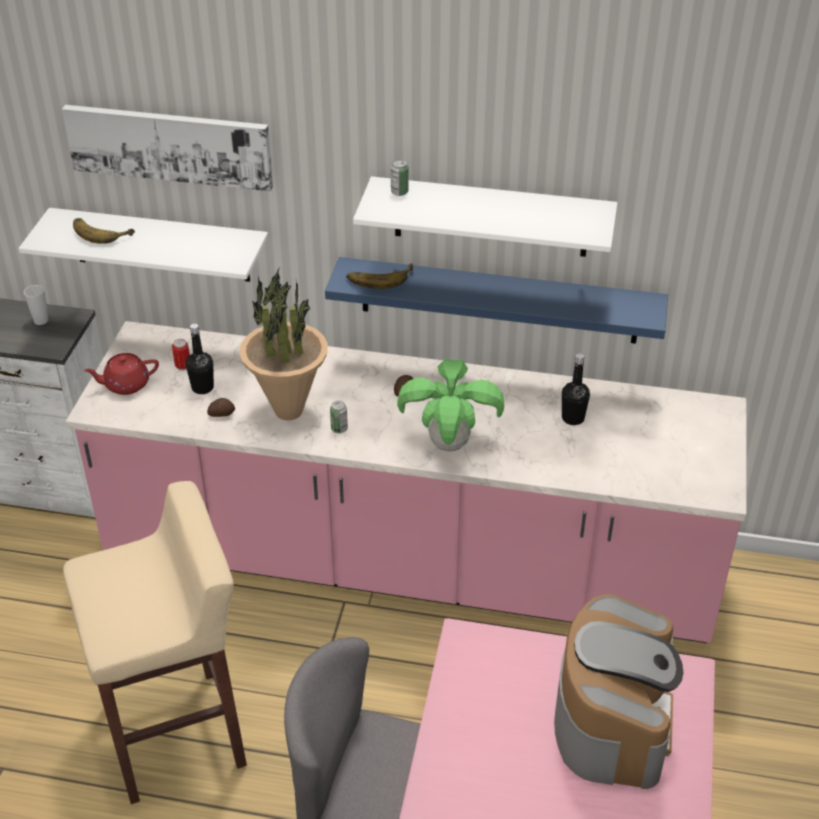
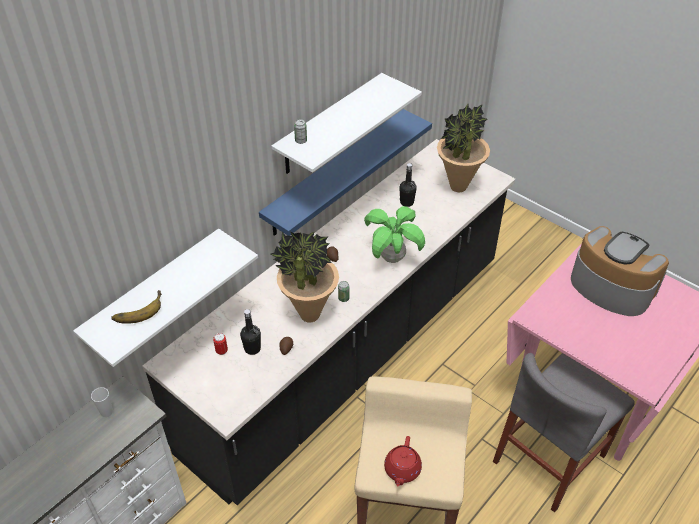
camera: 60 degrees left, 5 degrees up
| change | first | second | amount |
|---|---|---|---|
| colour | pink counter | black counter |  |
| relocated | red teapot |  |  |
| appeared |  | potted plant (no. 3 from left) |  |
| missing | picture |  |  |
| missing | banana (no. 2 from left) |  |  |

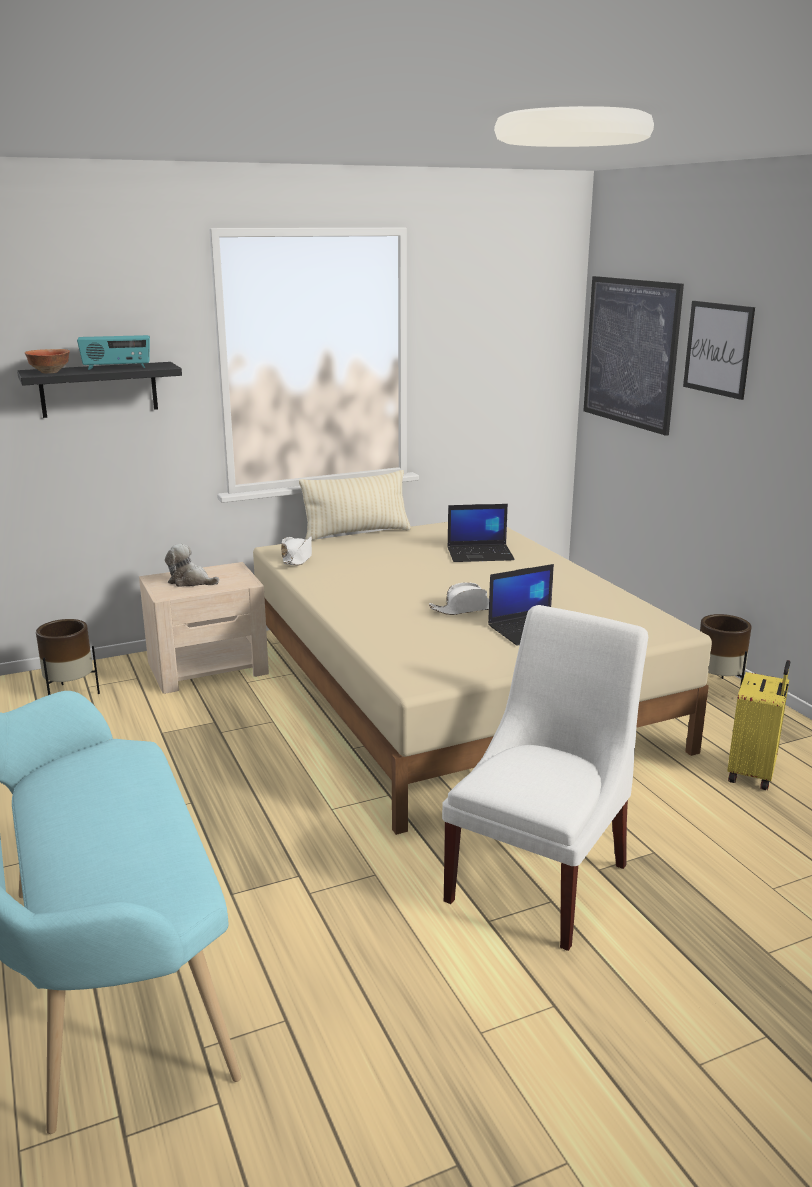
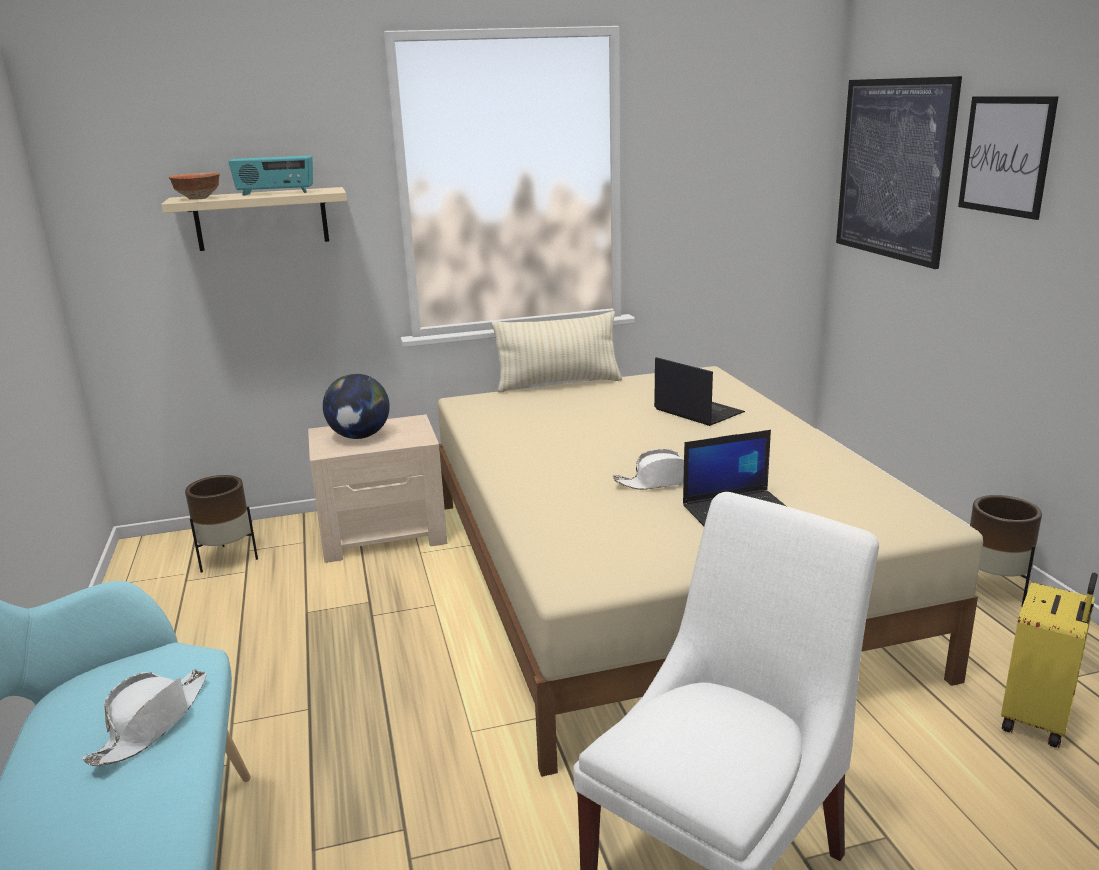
camera: 10 degrees right, 0 degrees up
| change | first | second | amount |
|---|---|---|---|
| relocated | white hat (no. 1 from left) |  |  |
| colour | black shelf | beige shelf |  |
| exchanged | plush toy | globe |  |
| spun | laptop (no. 1 from left) |  | 135 degrees counterclockwise |

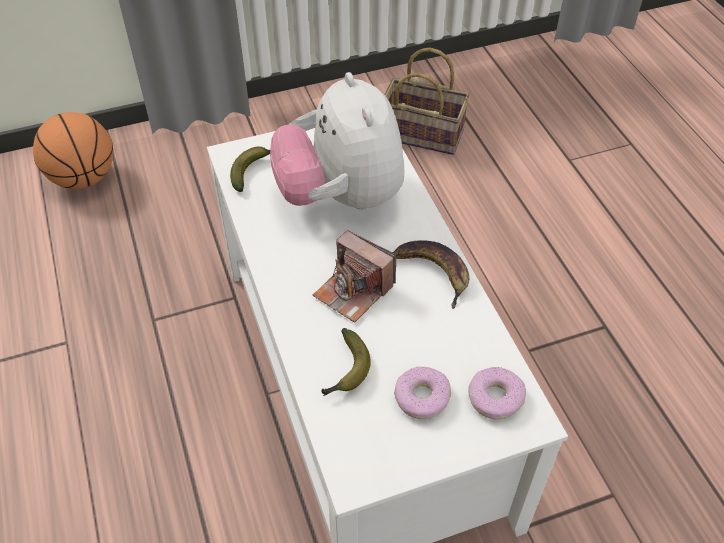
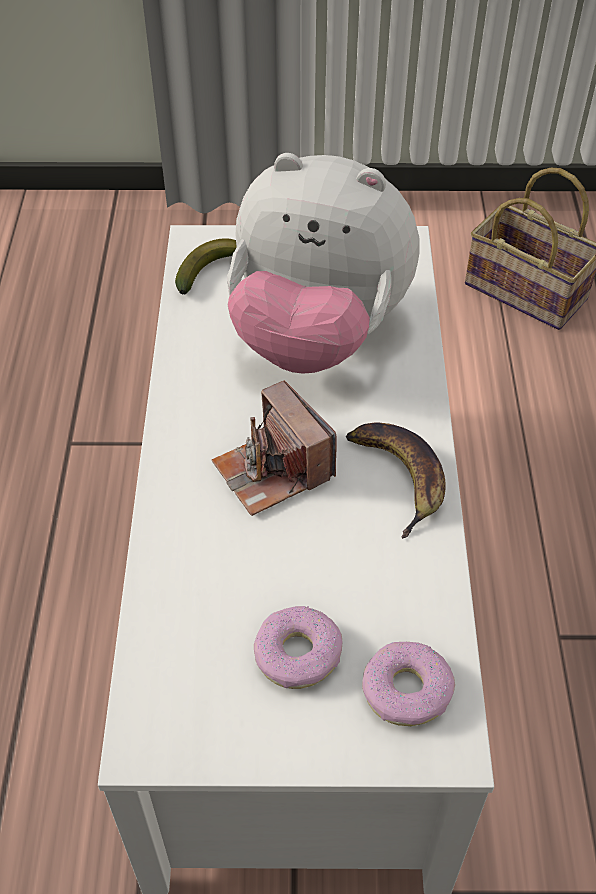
camera: 20 degrees right, 0 degrees up
| change | first | second | amount |
|---|---|---|---|
| spun | plush toy |  | 75 degrees counterclockwise |
| missing | basketball |  |  |
| missing | banana (no. 2 from left) |  |  |

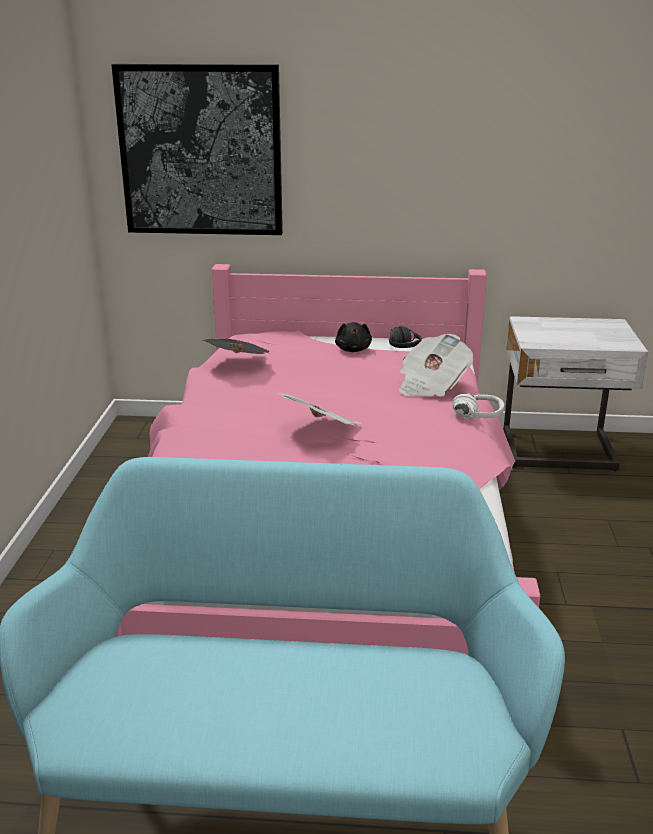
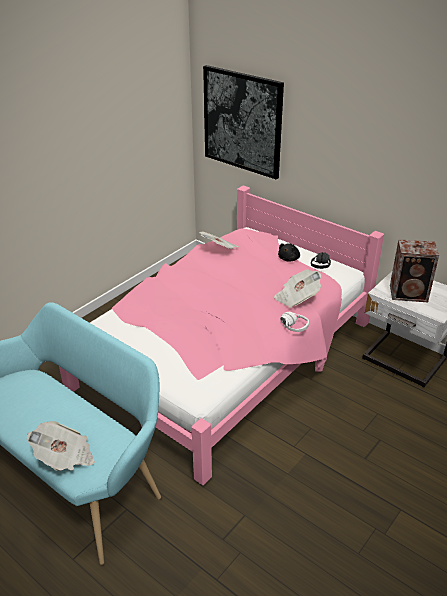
camera: 35 degrees right, 10 degrees up
| change | first | second | amount |
|---|---|---|---|
| relocated | newspaper (no. 2 from left in the first image) | newspaper (no. 1 from left) |  |
| appeared |  | speaker |  |

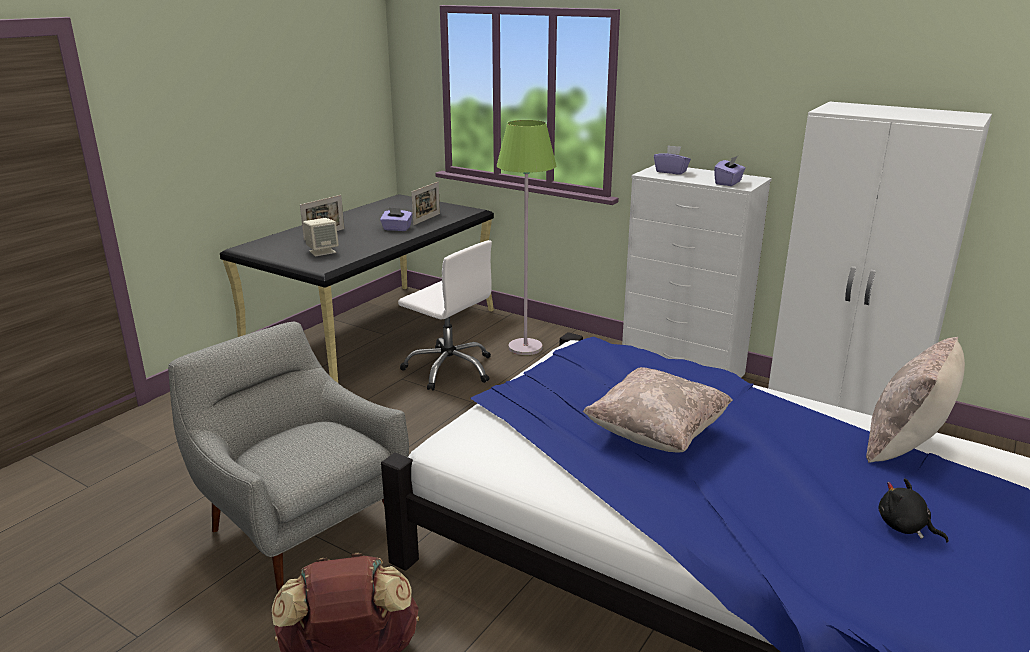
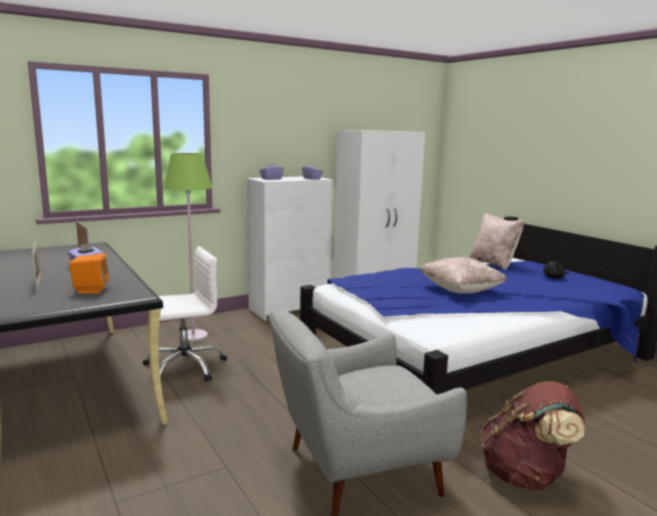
camera: 65 degrees left, 10 degrees down
| change | first | second | amount |
|---|---|---|---|
| colour | beige speaker | orange speaker |  |

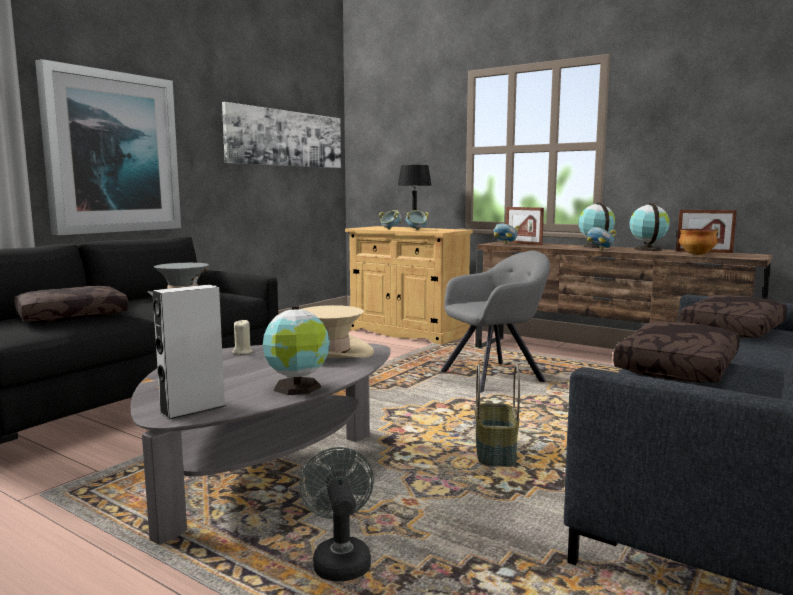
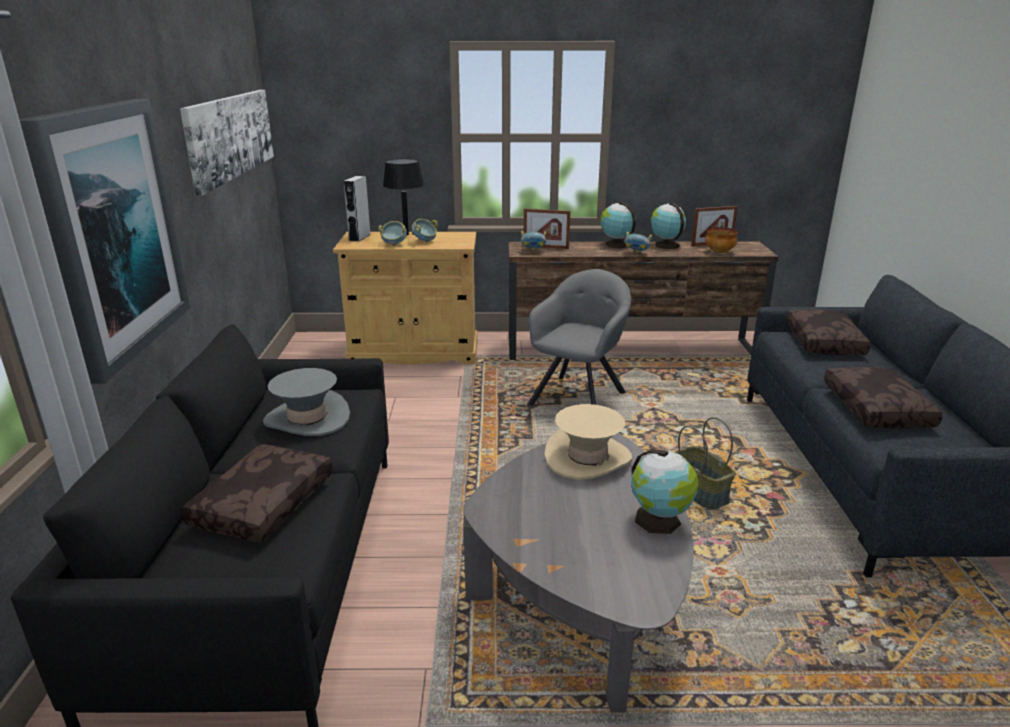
camera: 35 degrees left, 15 degrees up
| change | first | second | amount |
|---|---|---|---|
| relocated | grey speaker |  |  |
| missing | beige candle |  |  |
| missing | grey fan |  |  |

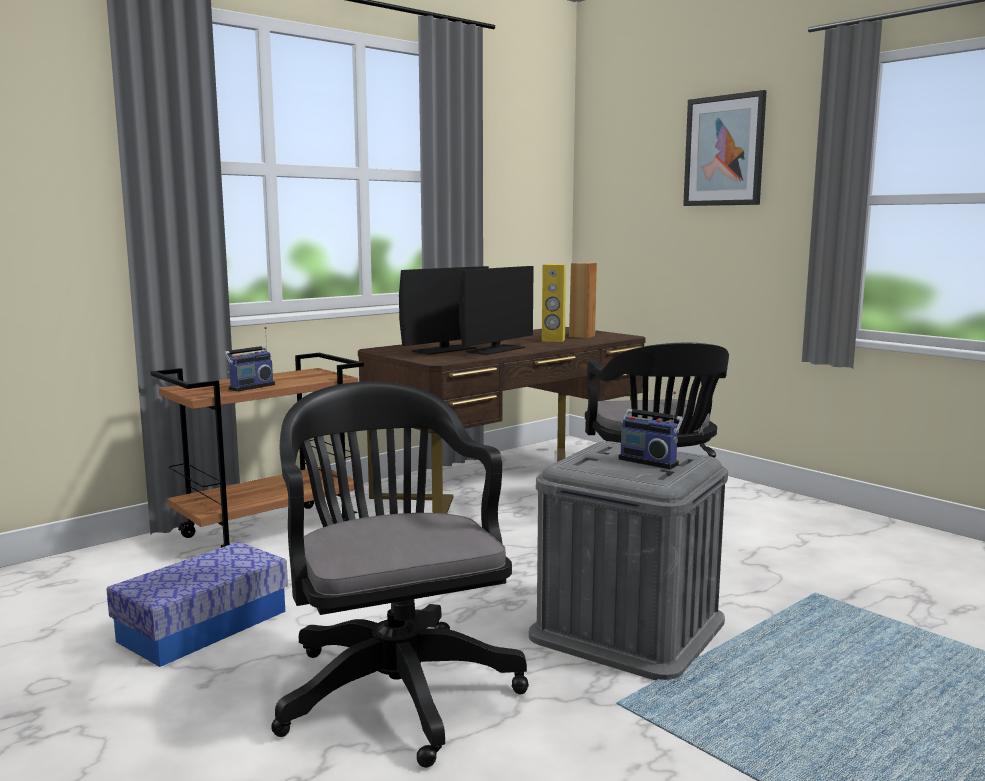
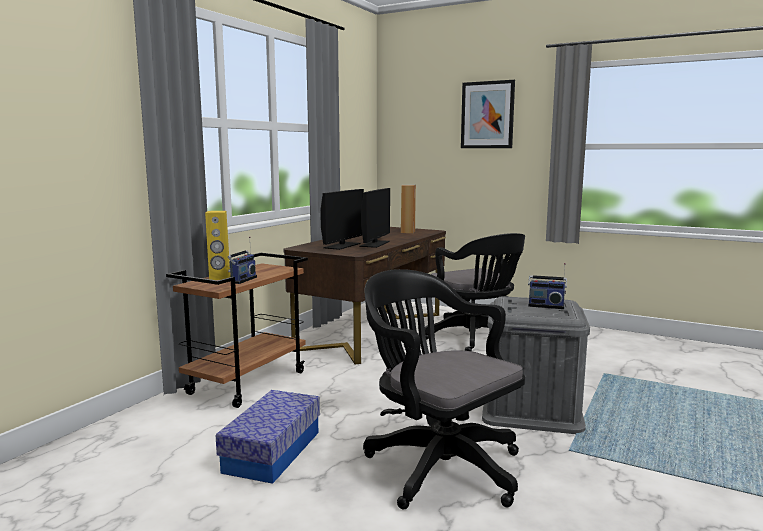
camera: 20 degrees left, 0 degrees up
| change | first | second | amount |
|---|---|---|---|
| relocated | yellow speaker |  |  |

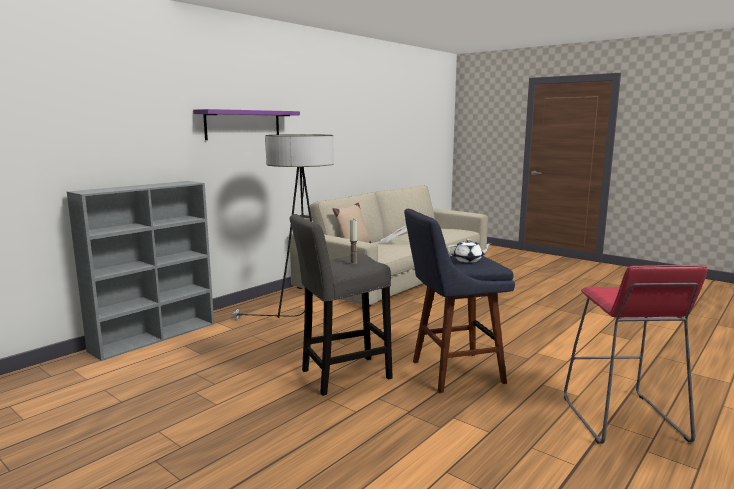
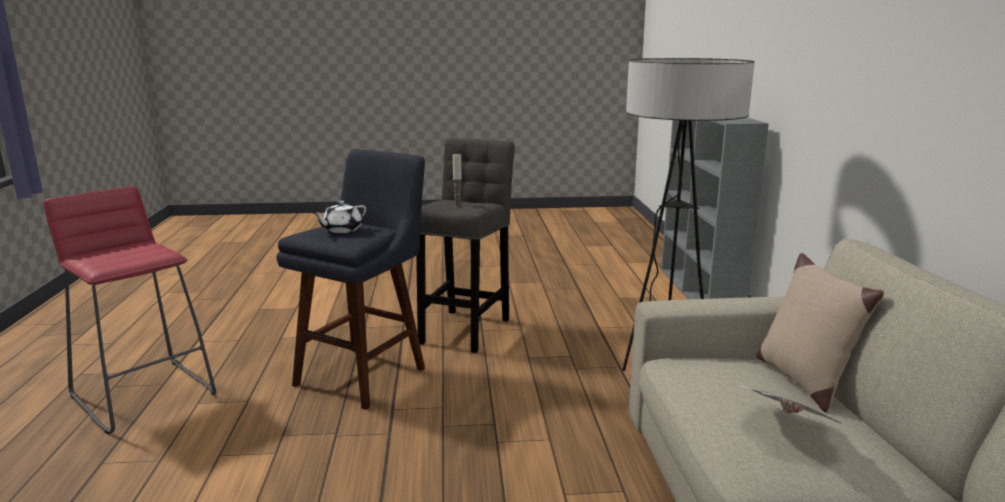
camera: 135 degrees right, 5 degrees up
| change | first | second | amount |
|---|---|---|---|
| missing | purple shelf |  |  |

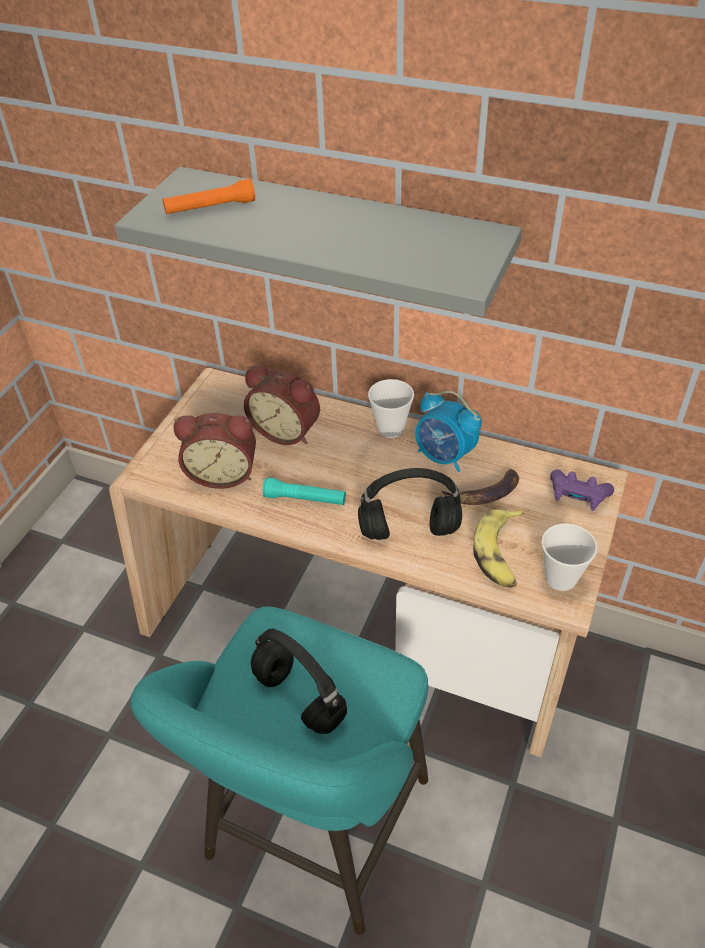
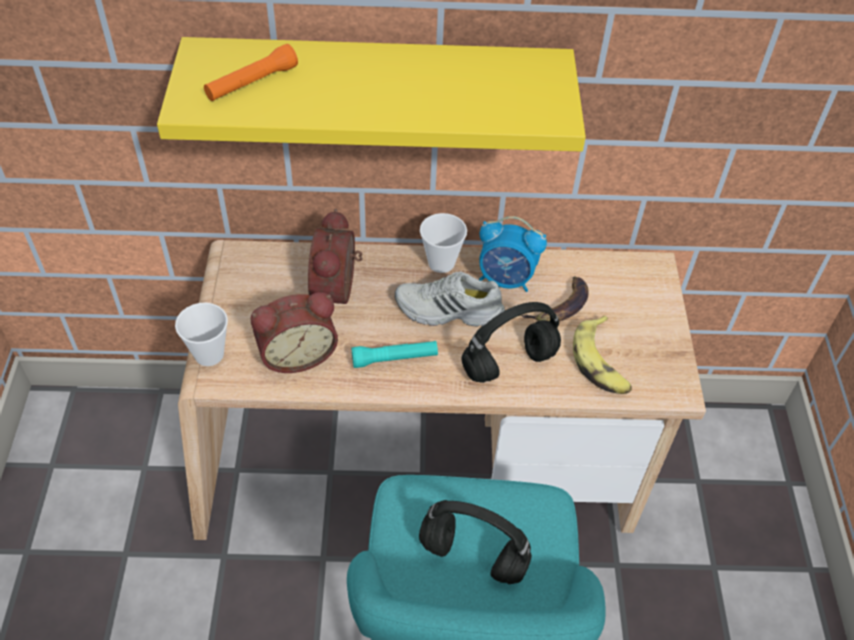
camera: 25 degrees left, 5 degrees up
| change | first | second | amount |
|---|---|---|---|
| colour | grey shelf | yellow shelf |  |
| relocated | cup (no. 2 from left in the first image) | cup (no. 1 from left) |  |
| spun | alarm clock (no. 2 from left) |  | 90 degrees clockwise |
| appeared |  | white shoe |  |
| missing | purple game controller |  |  |

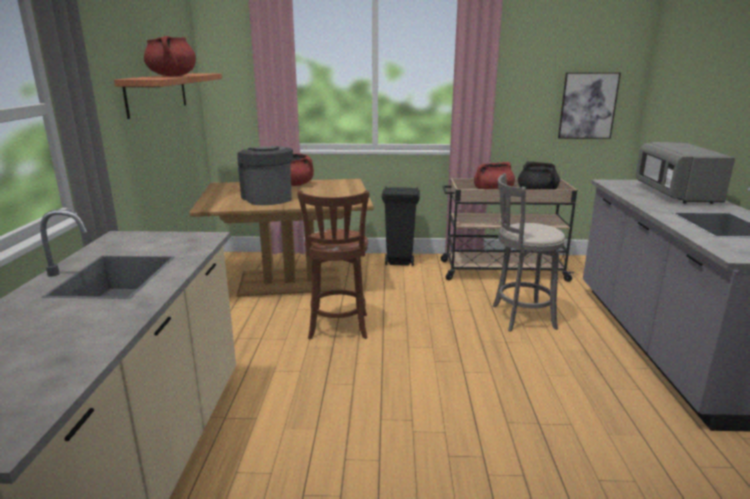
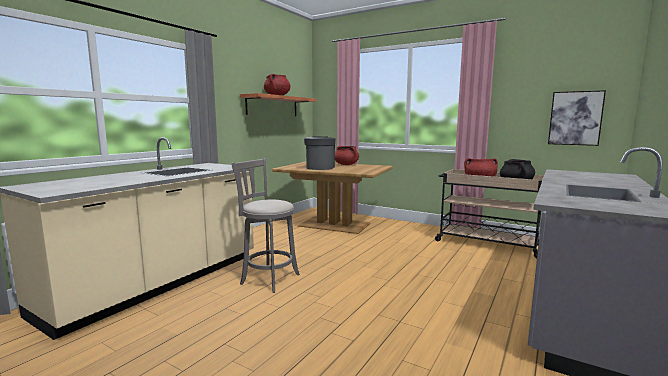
camera: 30 degrees right, 10 degrees down
| change | first | second | amount |
|---|---|---|---|
| relocated | grey stool |  |  |
| missing | brown stool |  |  |
| missing | black trash can |  |  |
| missing | grey microwave |  |  |

